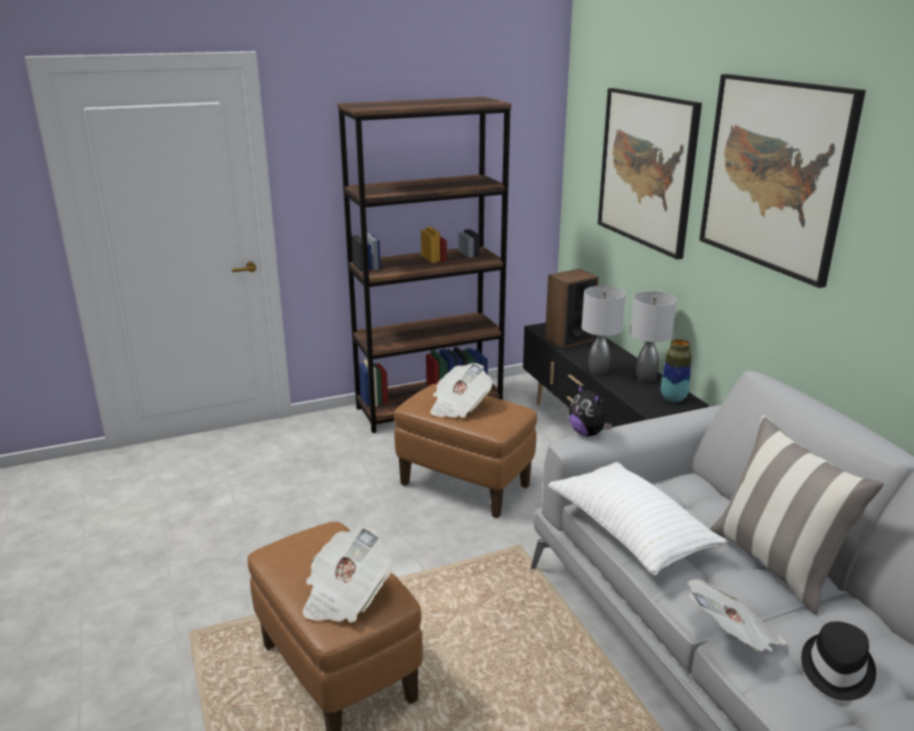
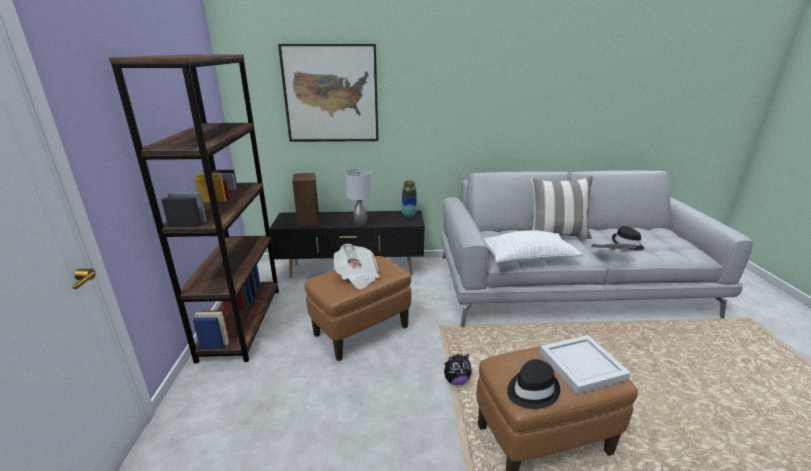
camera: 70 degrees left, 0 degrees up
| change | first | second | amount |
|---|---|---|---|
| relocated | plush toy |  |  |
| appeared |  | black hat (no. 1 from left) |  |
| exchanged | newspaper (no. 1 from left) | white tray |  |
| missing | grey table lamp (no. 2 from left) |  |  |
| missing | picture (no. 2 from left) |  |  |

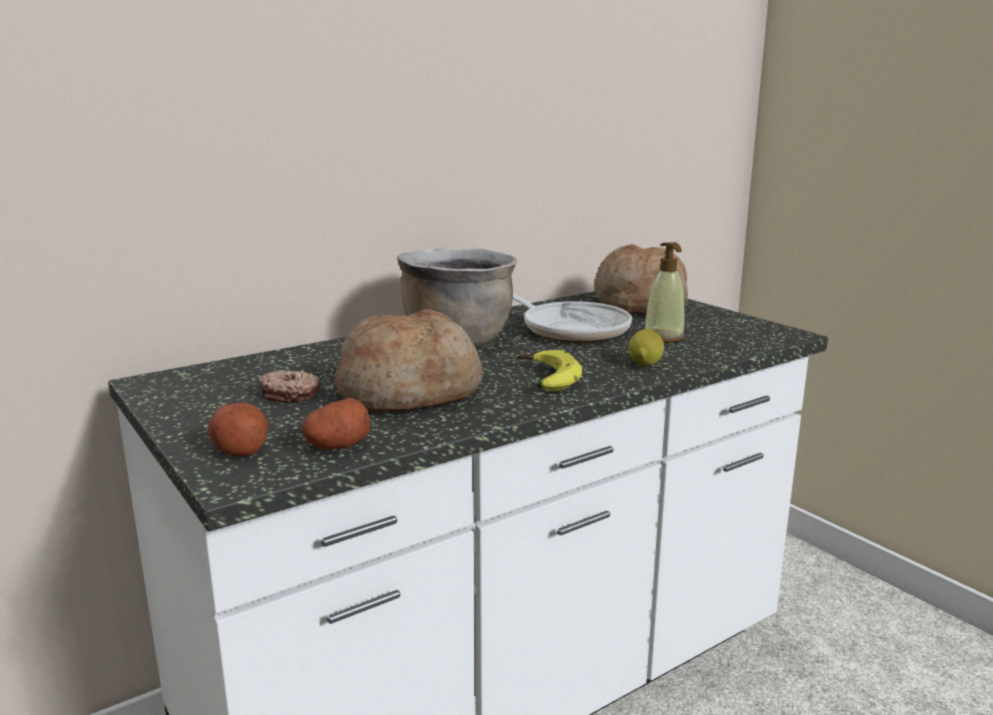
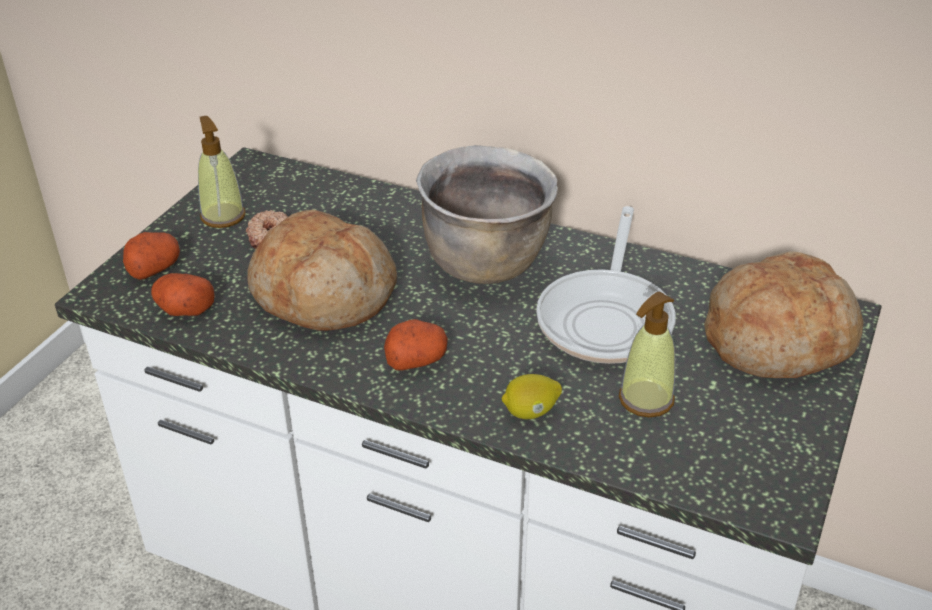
camera: 60 degrees right, 20 degrees up
| change | first | second | amount |
|---|---|---|---|
| appeared |  | soap dispenser (no. 1 from left) |  |
| exchanged | banana | potato (no. 3 from left) |  |

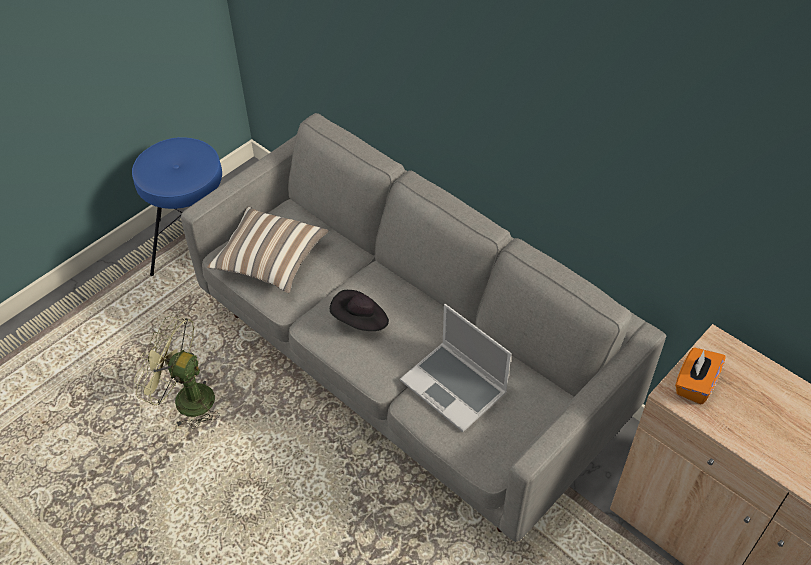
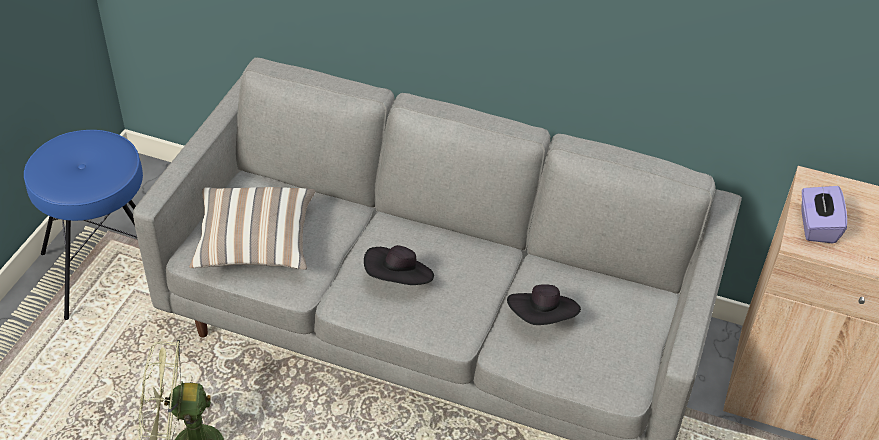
camera: 25 degrees left, 5 degrees down
| change | first | second | amount |
|---|---|---|---|
| exchanged | laptop | black hat (no. 2 from left) |  |
| colour | orange tissue box | purple tissue box |  |

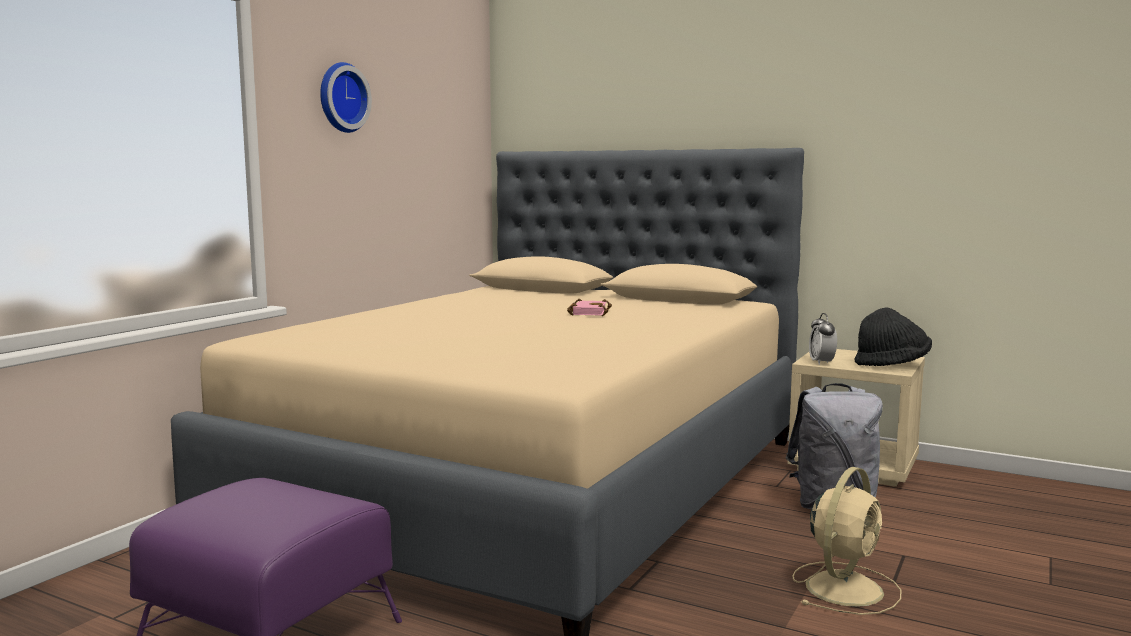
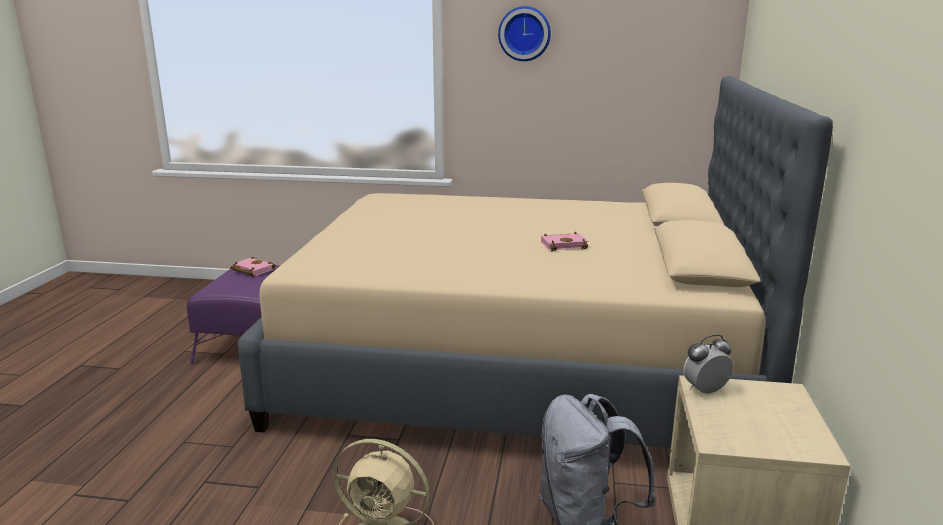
camera: 70 degrees right, 10 degrees up
| change | first | second | amount |
|---|---|---|---|
| appeared |  | pink book (no. 1 from left) |  |
| missing | black hat |  |  |

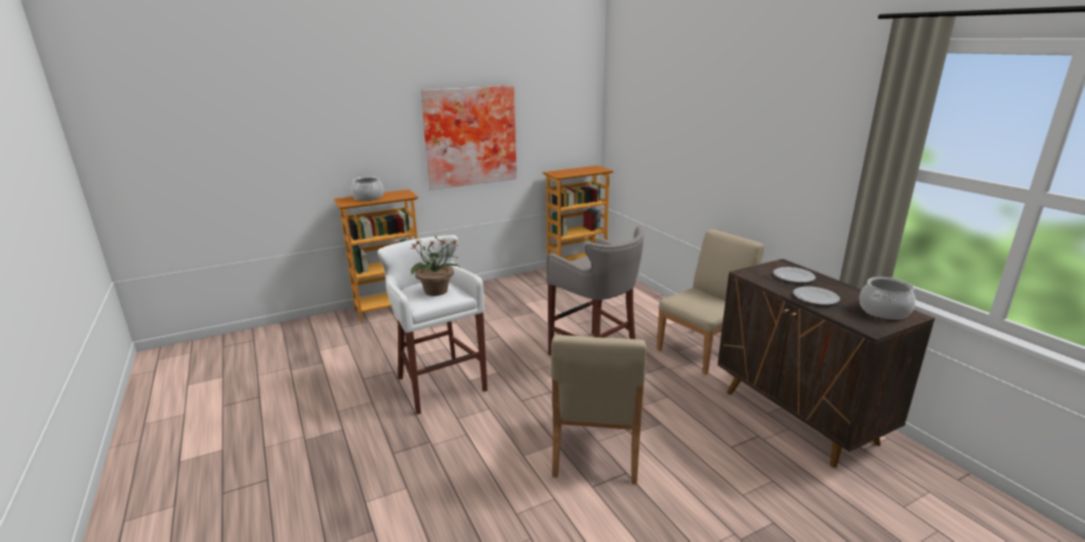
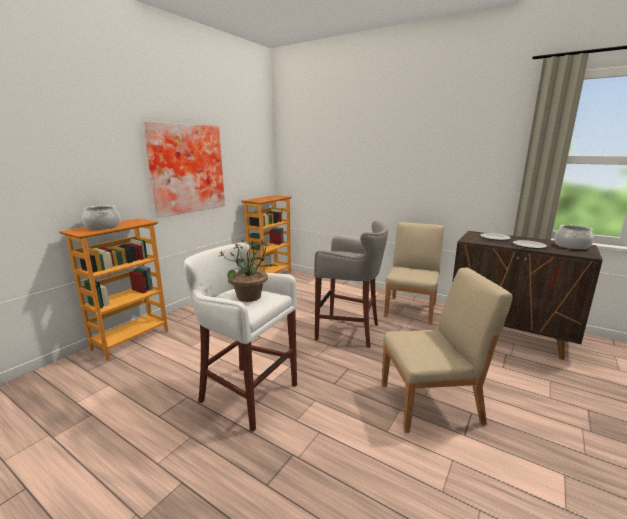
camera: 30 degrees left, 5 degrees down
| change | first | second | amount |
|---|---|---|---|
| spun | beige chair (no. 1 from left in the first image) | beige chair (no. 2 from left) | 75 degrees counterclockwise |

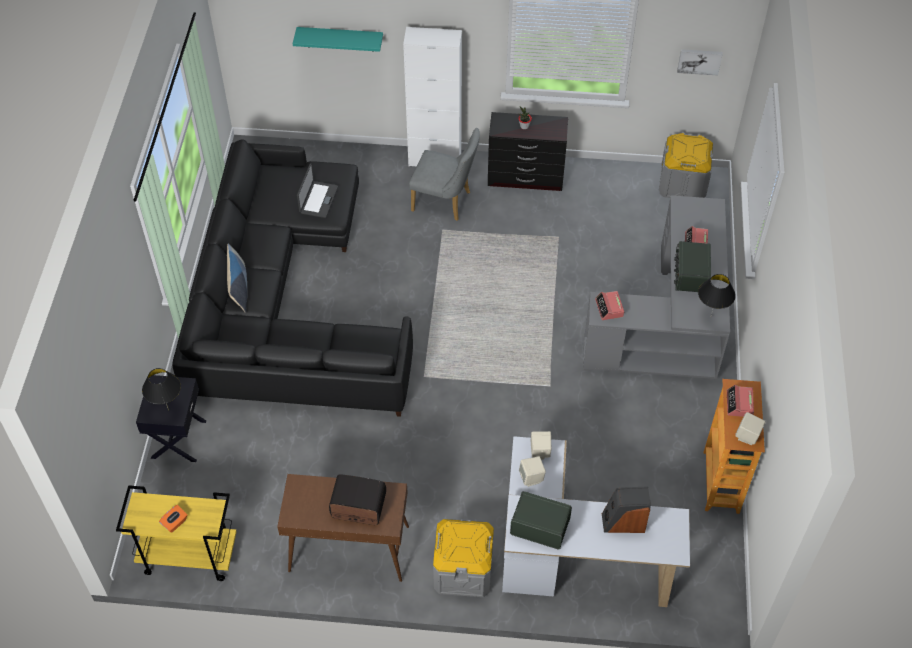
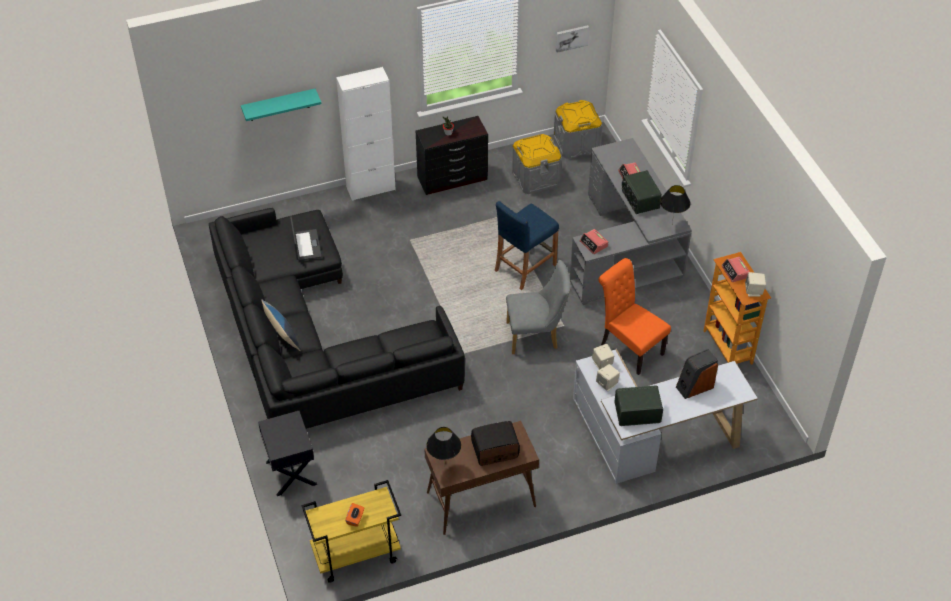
camera: 25 degrees left, 5 degrees down
| change | first | second | amount |
|---|---|---|---|
| relocated | black table lamp (no. 1 from left) |  |  |
| appeared |  | blue stool |  |
| relocated | grey chair |  |  |
| relocated | grey storage box (no. 1 from left) |  |  |
| appeared |  | orange chair |  |

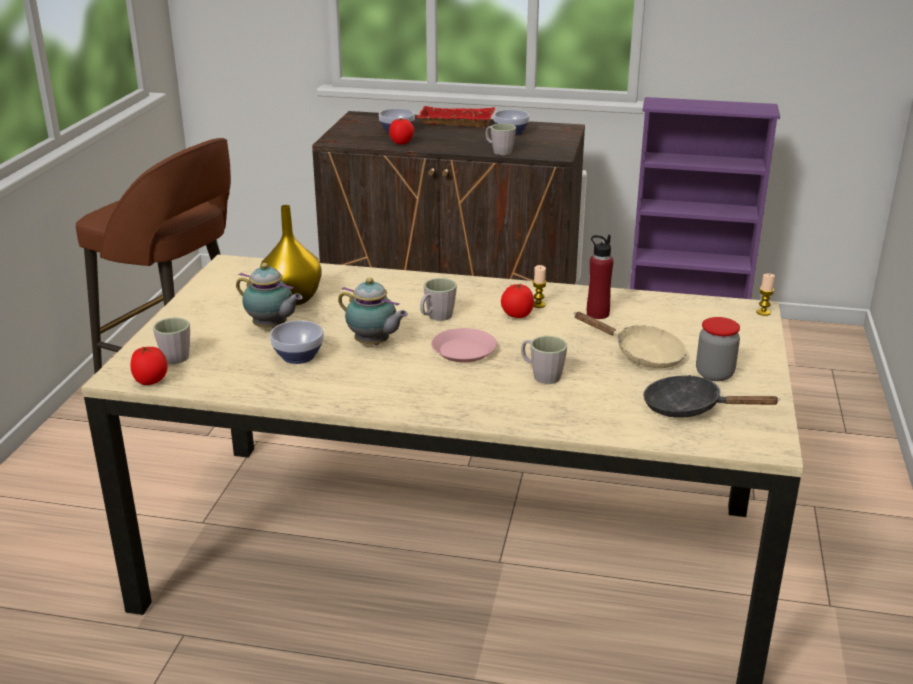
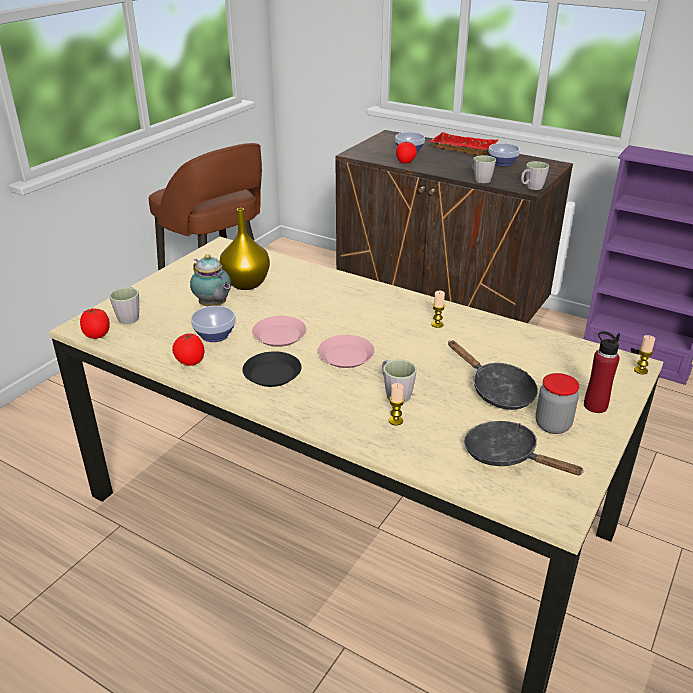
camera: 20 degrees right, 5 degrees up
| change | first | second | amount |
|---|---|---|---|
| relocated | tomato (no. 3 from left in the first image) | tomato (no. 2 from left) |  |
| appeared |  | black plate |  |
| exchanged | teapot (no. 2 from left) | pink plate (no. 1 from left) |  |
| appeared |  | candle (no. 1 from left) |  |
| colour | beige frying pan | black frying pan (no. 1 from left) |  |
| relocated | grey mug (no. 2 from left in the first image) | grey mug (no. 4 from left) |  |
| relocated | red bottle |  |  |

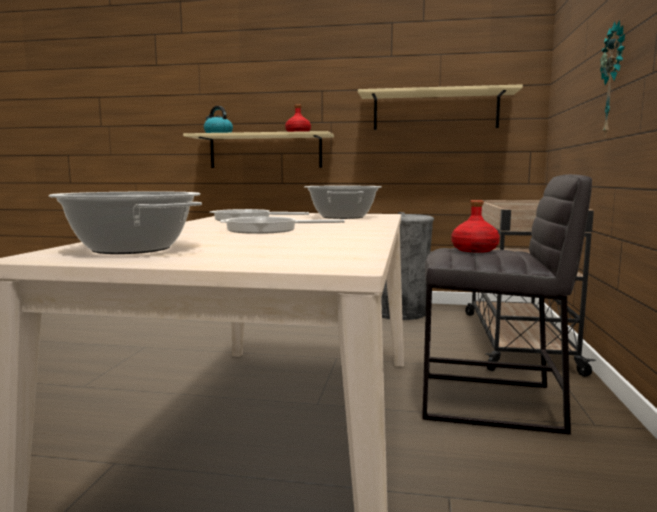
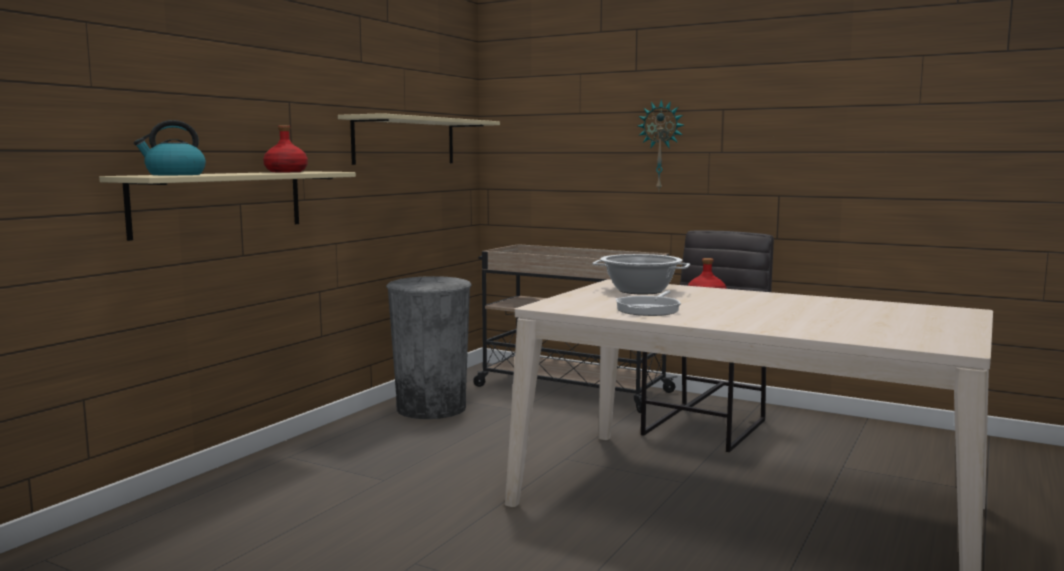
camera: 70 degrees left, 0 degrees up
| change | first | second | amount |
|---|---|---|---|
| missing | cooking pot (no. 1 from left) |  |  |
| missing | frying pan (no. 2 from left) |  |  |

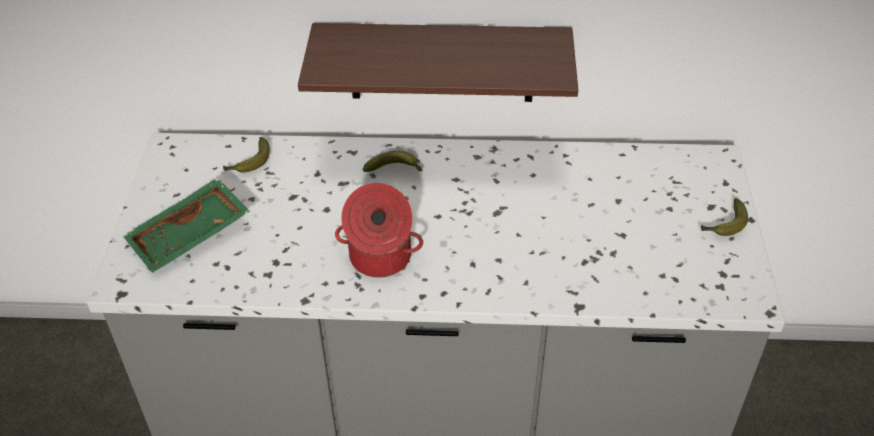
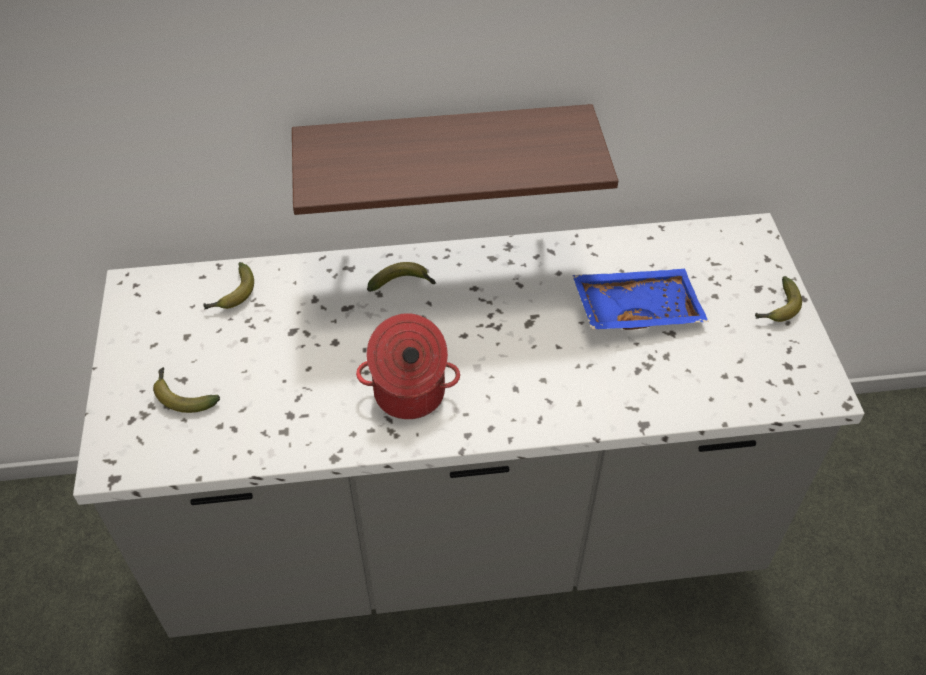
camera: 10 degrees left, 5 degrees up
| change | first | second | amount |
|---|---|---|---|
| exchanged | green tray | banana (no. 1 from left) |  |
| appeared |  | blue tray |  |

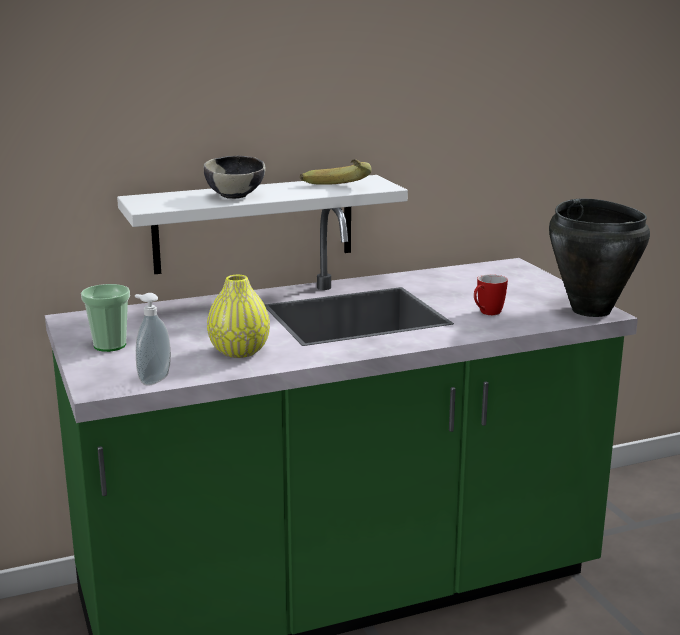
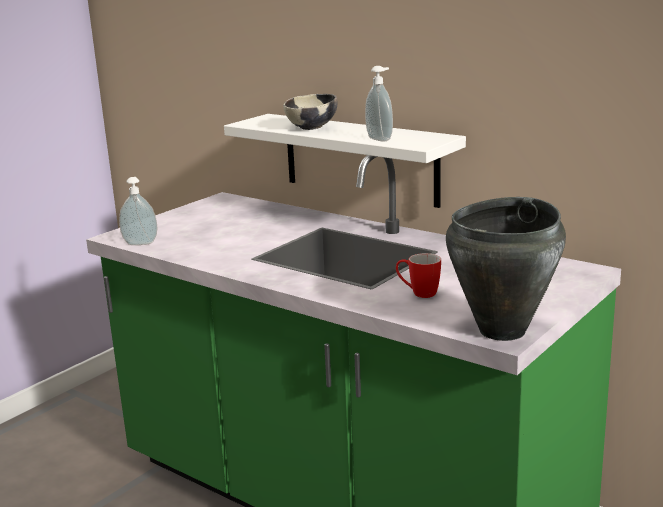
camera: 60 degrees right, 0 degrees up
| change | first | second | amount |
|---|---|---|---|
| exchanged | banana | soap dispenser (no. 2 from left) |  |
| missing | cup |  |  |
| missing | yellow vase |  |  |

